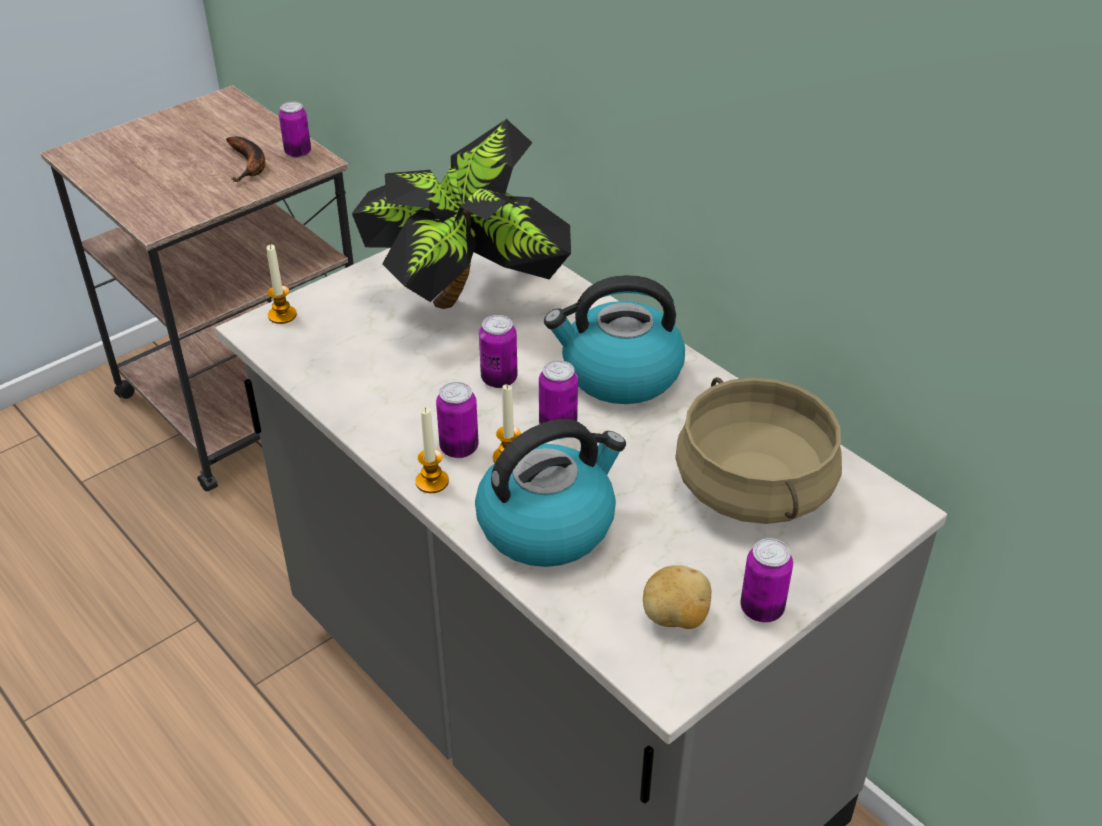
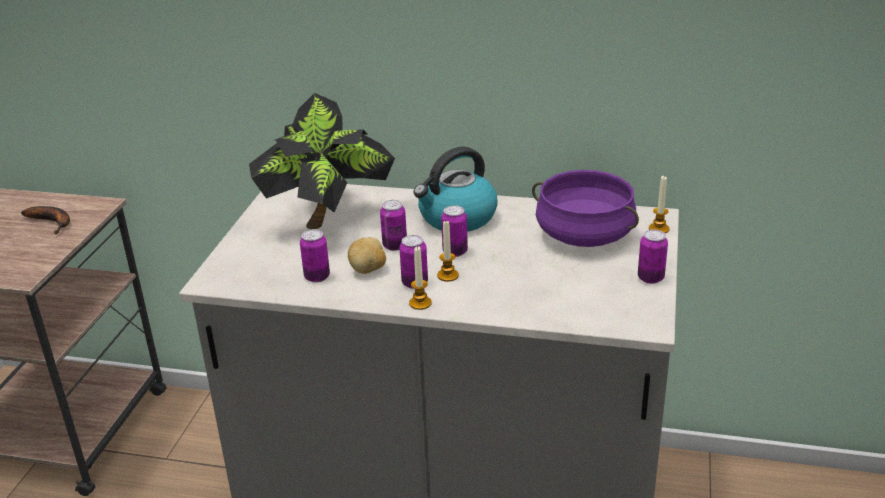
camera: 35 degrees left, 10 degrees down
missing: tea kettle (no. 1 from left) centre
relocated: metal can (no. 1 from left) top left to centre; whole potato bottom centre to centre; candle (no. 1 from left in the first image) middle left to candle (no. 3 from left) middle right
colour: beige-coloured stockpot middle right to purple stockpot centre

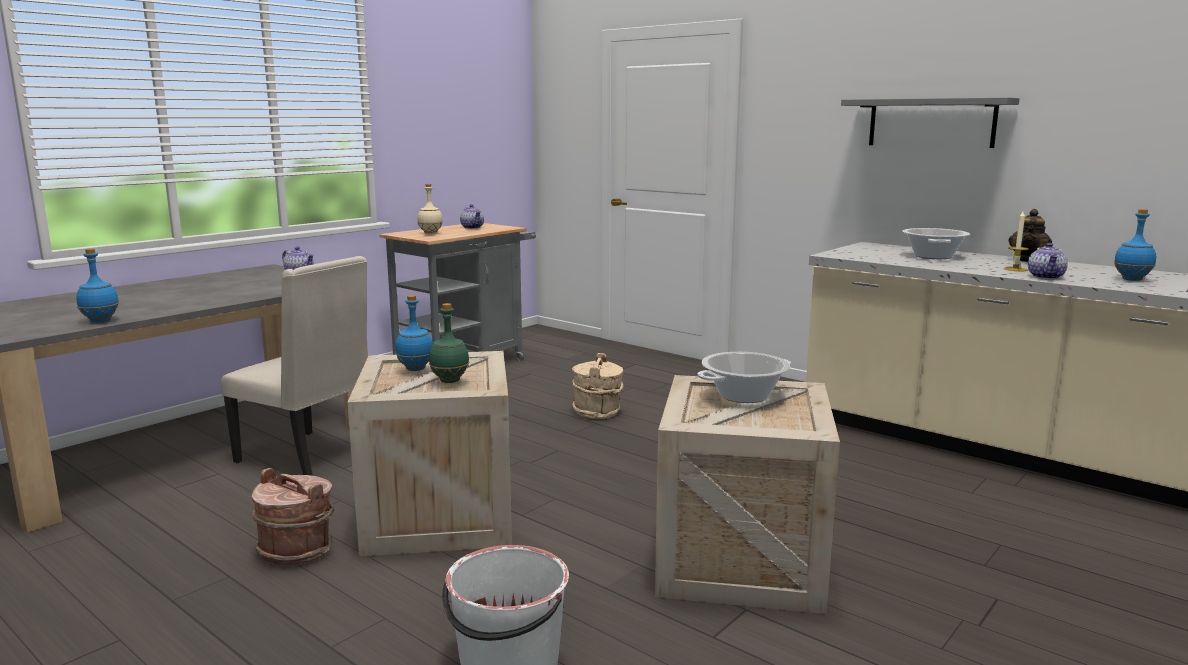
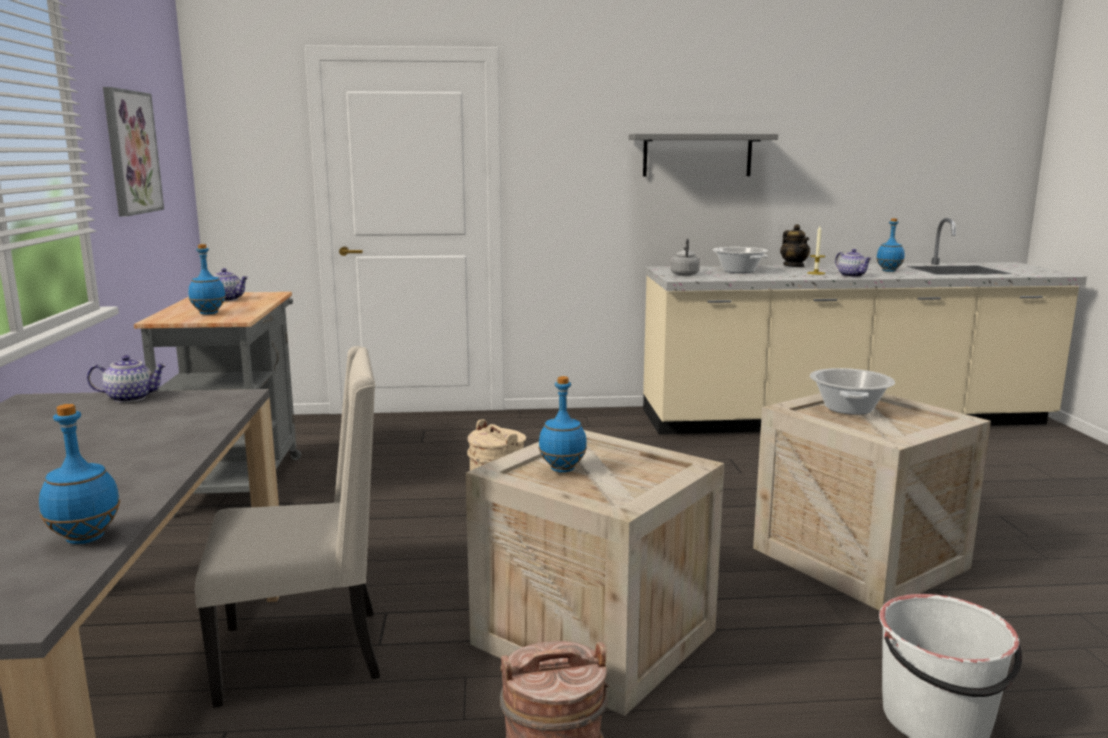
camera: 45 degrees left, 0 degrees up
missing: green-coloured drink bottle centre
appeared: wall picture top left; gray tea kettle centre
colour: beige-coloured drink bottle top centre to bluish drink bottle (no. 2 from left) middle left

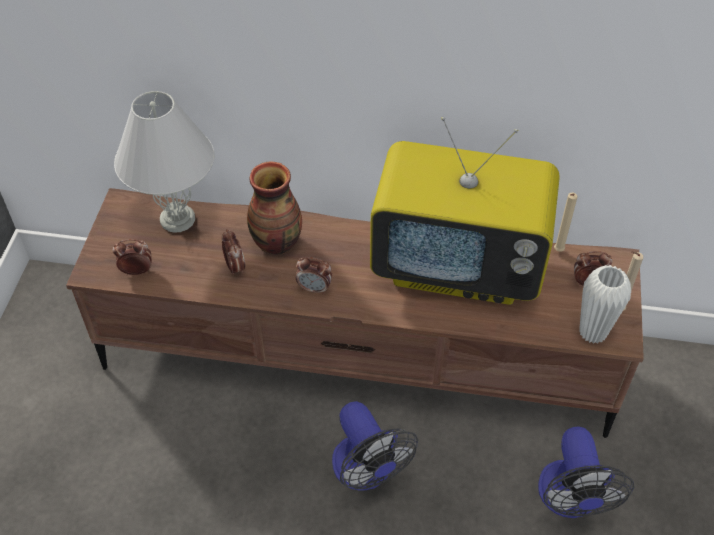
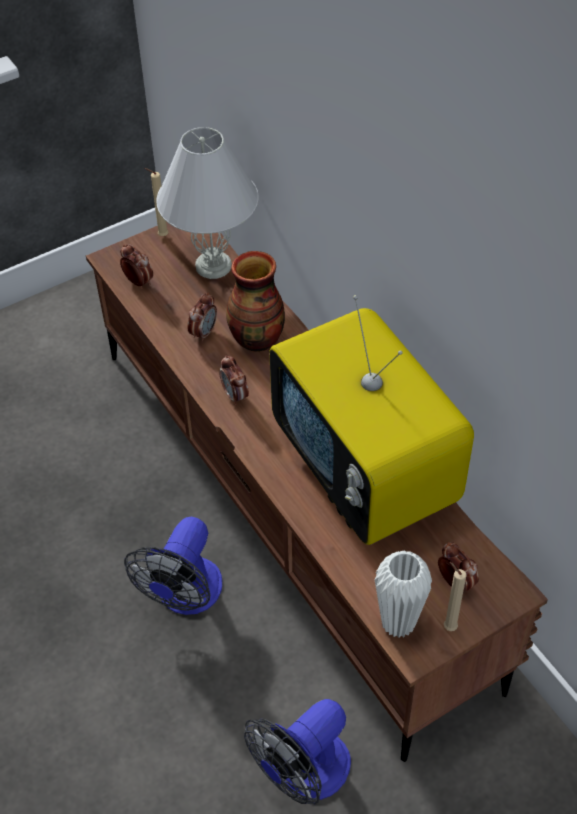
camera: 50 degrees right, 0 degrees up
relocated: beige-coloured candle (no. 1 from left) middle right to top left

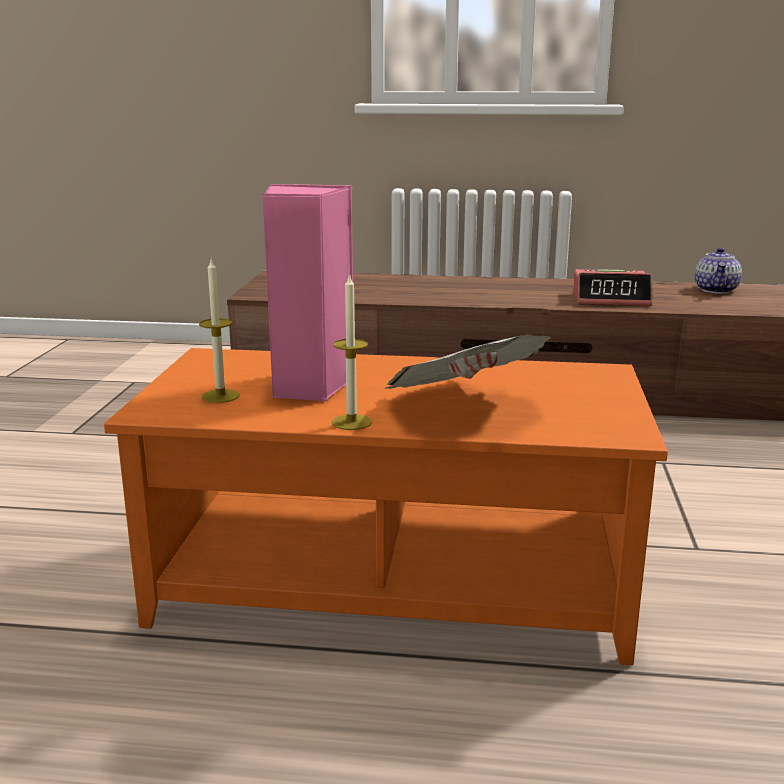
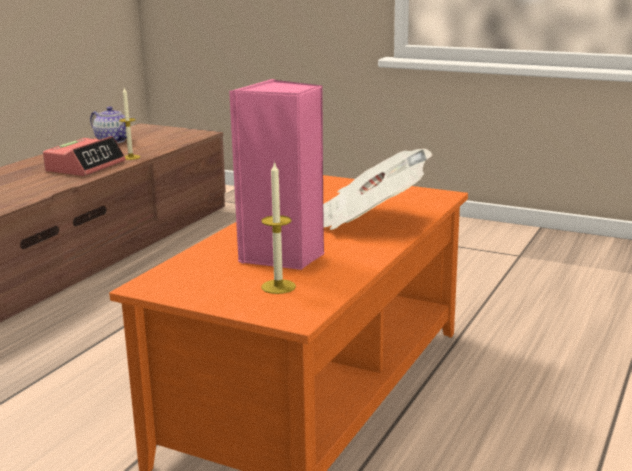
camera: 70 degrees left, 0 degrees up
relocated: candle (no. 2 from left in the first image) centre to candle (no. 1 from left) top left

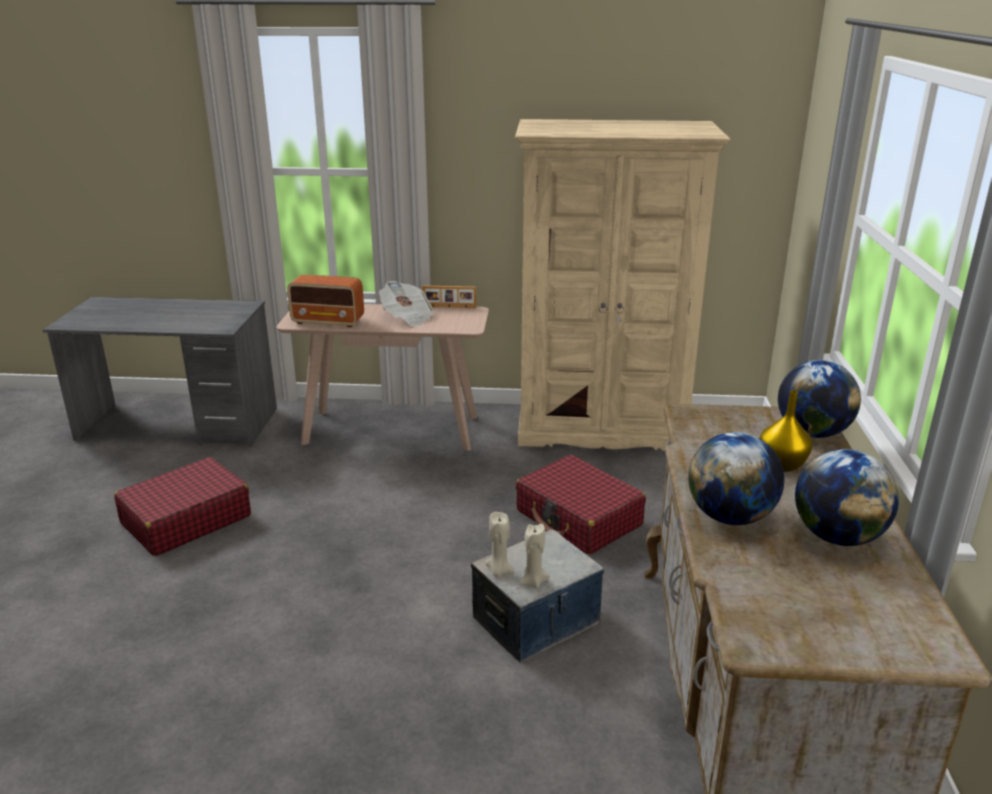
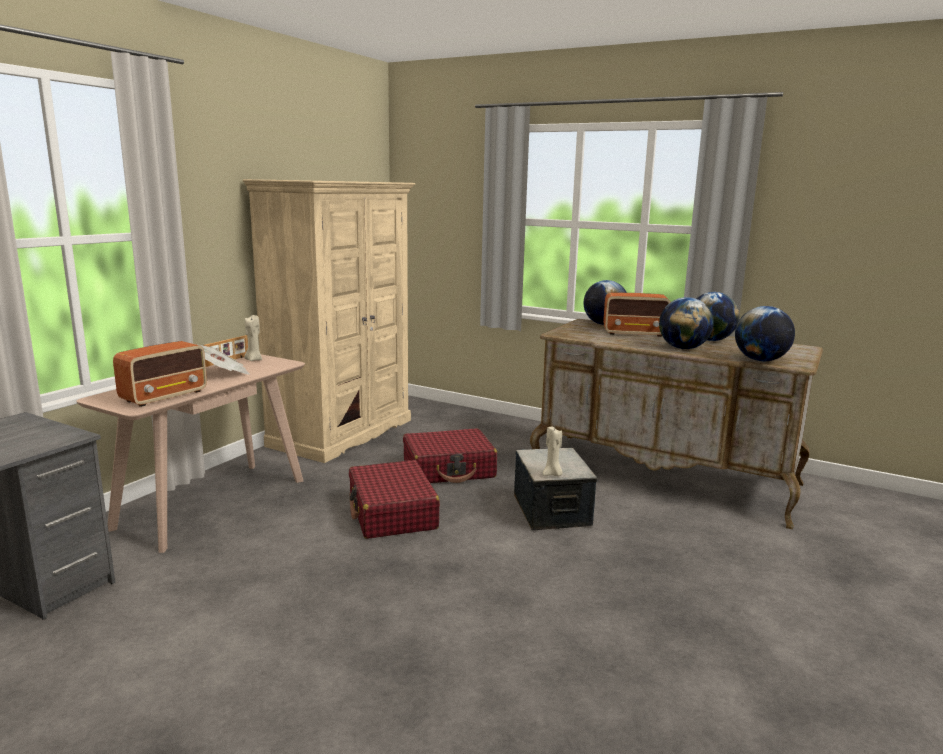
camera: 65 degrees left, 10 degrees down
appeared: world globe (no. 4 from left) middle right
relocated: beige-coloured candle (no. 2 from left in the first image) bottom centre to beige-coloured candle (no. 1 from left) middle left; red-coloured suitcase (no. 1 from left) middle left to centre
exchanged: yellow-coloured flower vase middle right to radio (no. 2 from left) middle right

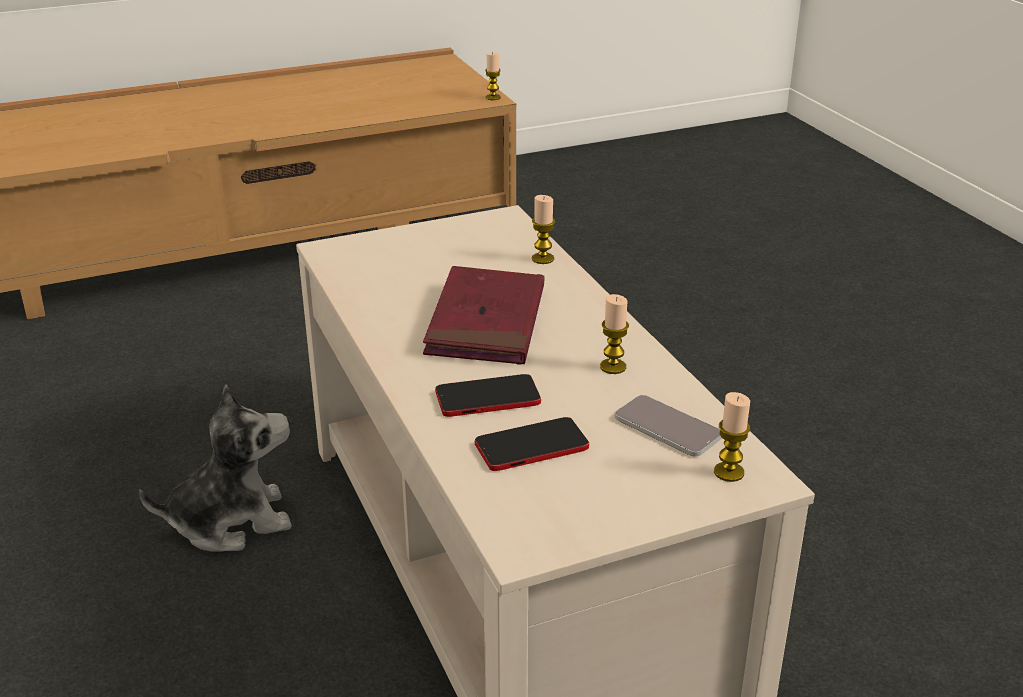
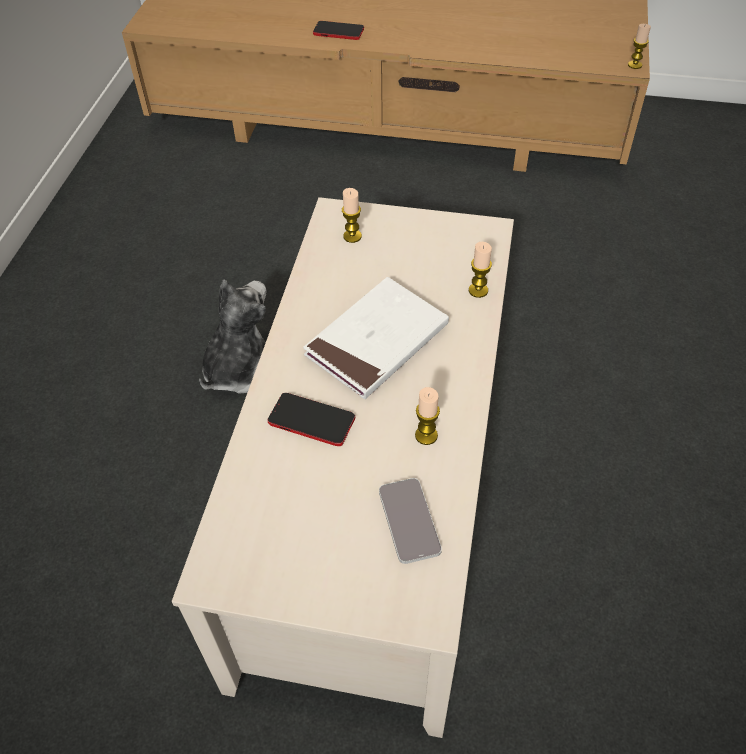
camera: 35 degrees right, 20 degrees up
relocated: phone (no. 2 from left) centre to top centre; candle (no. 4 from left in the first image) middle right to candle (no. 1 from left) top centre
colour: red-coloured volume centre to whitish volume centre
spun: plush toy bottom left = middle left 75 degrees counterclockwise

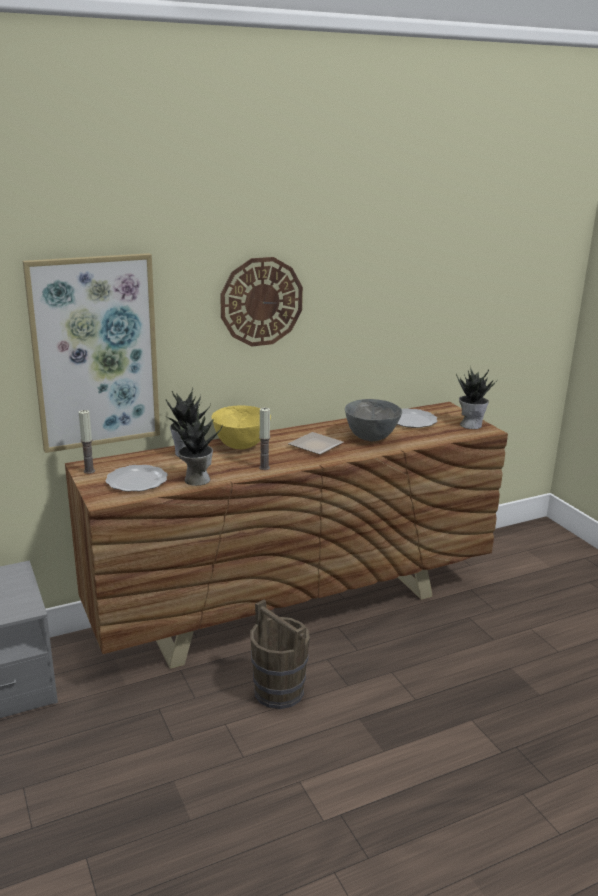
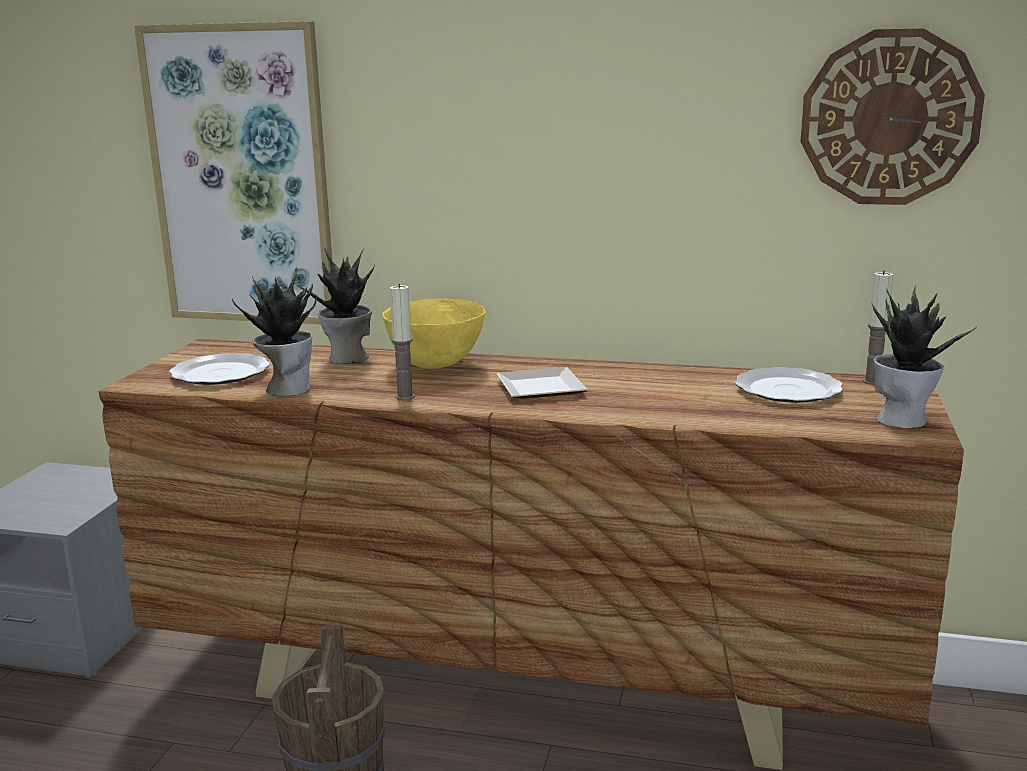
camera: 40 degrees right, 5 degrees down
missing: gray serving bowl centre
relocated: clock on the wall centre to top right; candle (no. 1 from left in the first image) middle left to candle (no. 2 from left) middle right

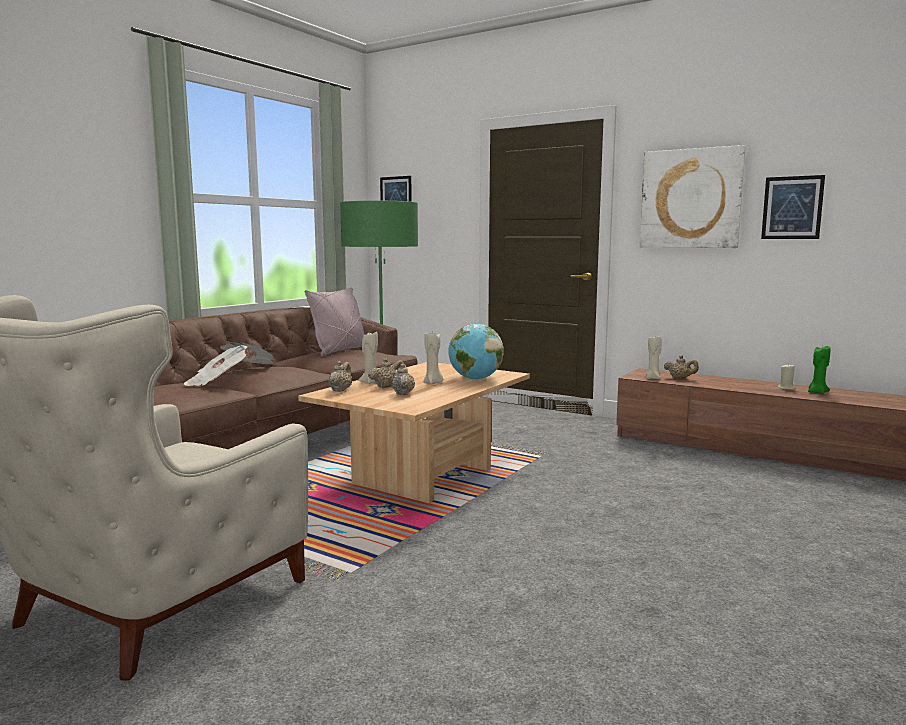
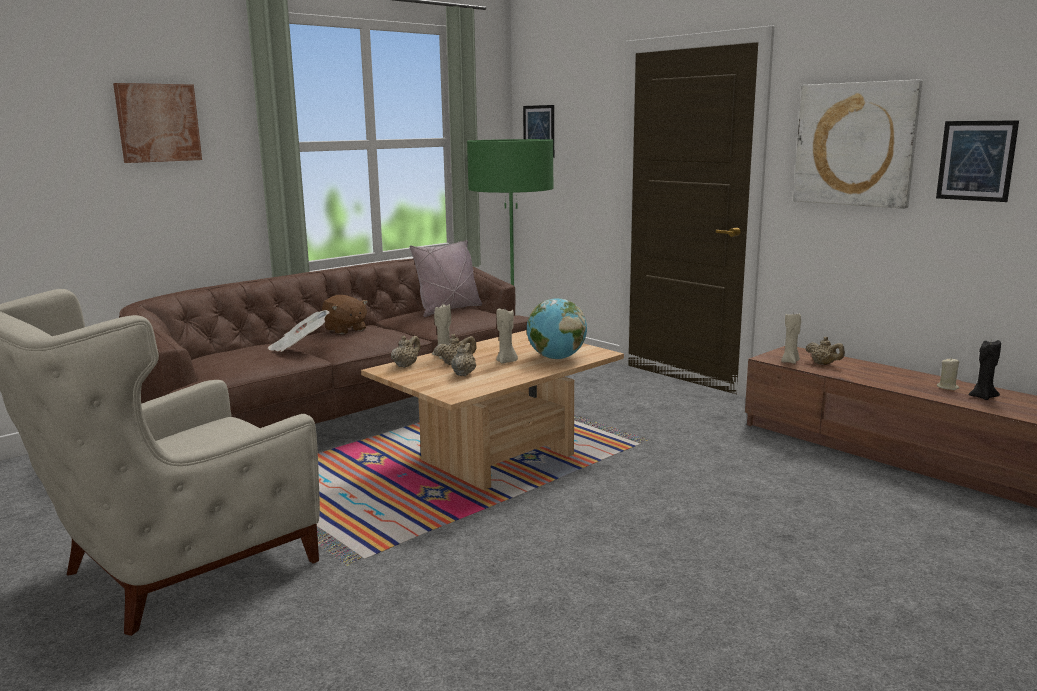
camera: 15 degrees right, 5 degrees up
appeared: wall picture (no. 1 from left) top left
exchanged: daily paper (no. 2 from left) middle left to brownish plush toy middle left
colour: green-coloured candle middle right to black candle middle right

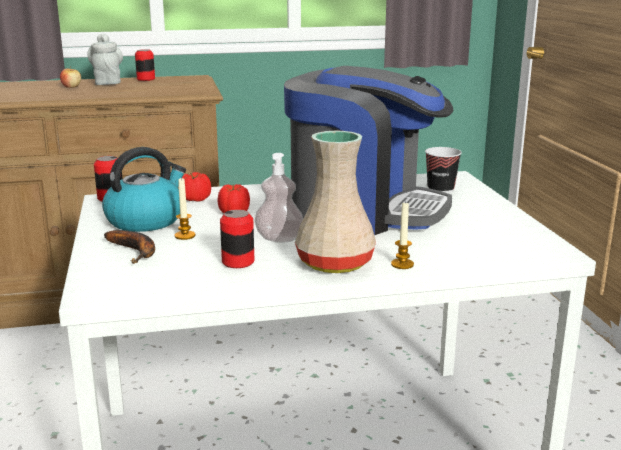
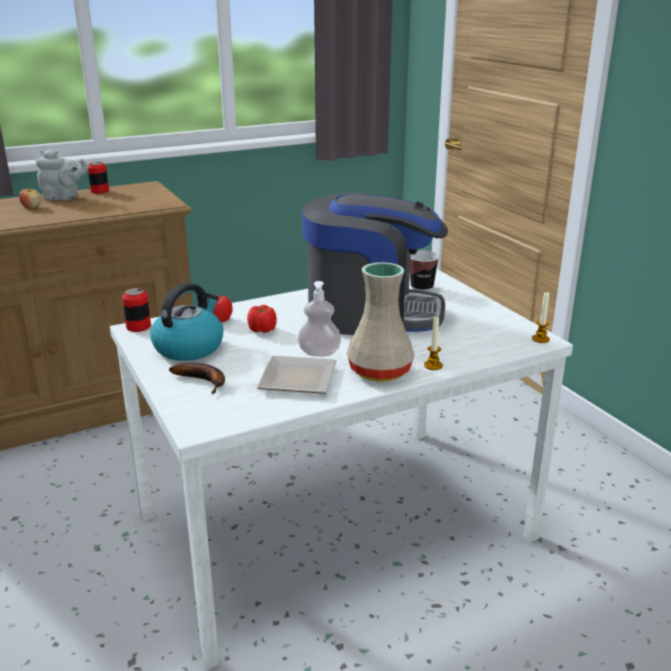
camera: 15 degrees left, 5 degrees up
relocated: candle (no. 1 from left in the first image) middle left to candle (no. 2 from left) middle right
exchanged: metal can (no. 3 from left) centre to flat dish centre
spun: gray pot for tea top left = top left 120 degrees clockwise

